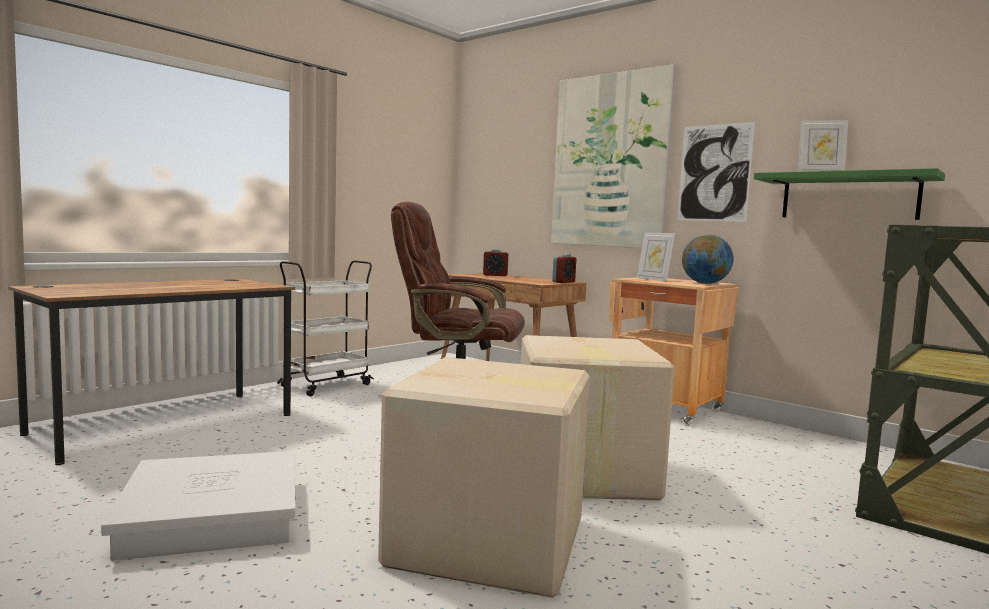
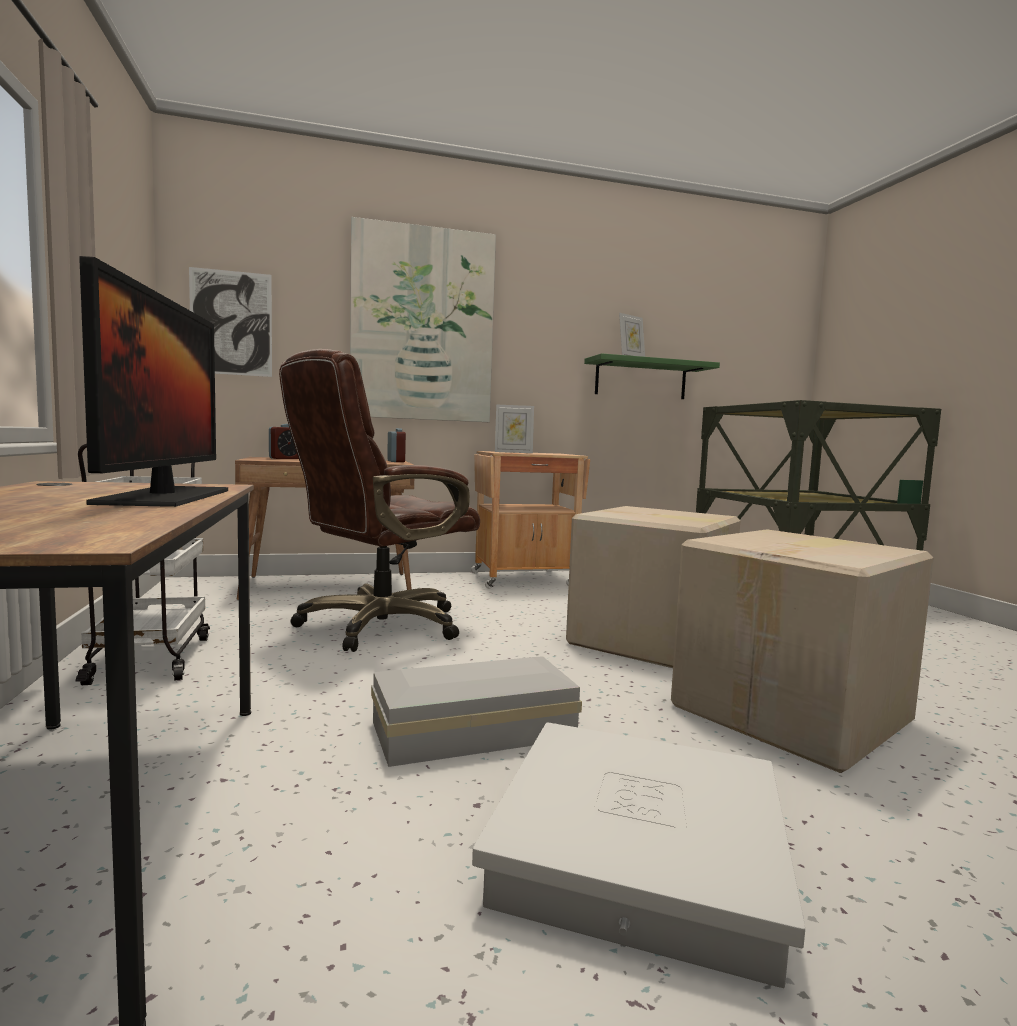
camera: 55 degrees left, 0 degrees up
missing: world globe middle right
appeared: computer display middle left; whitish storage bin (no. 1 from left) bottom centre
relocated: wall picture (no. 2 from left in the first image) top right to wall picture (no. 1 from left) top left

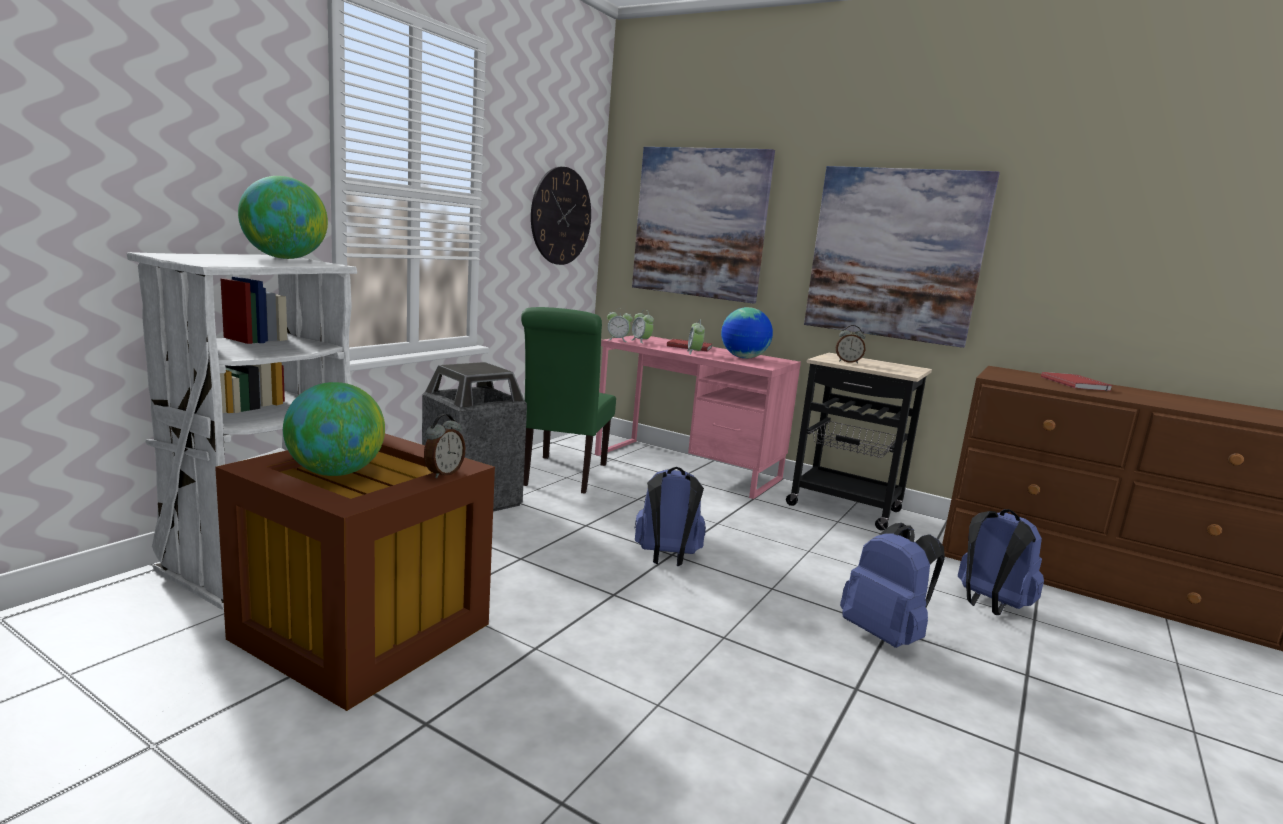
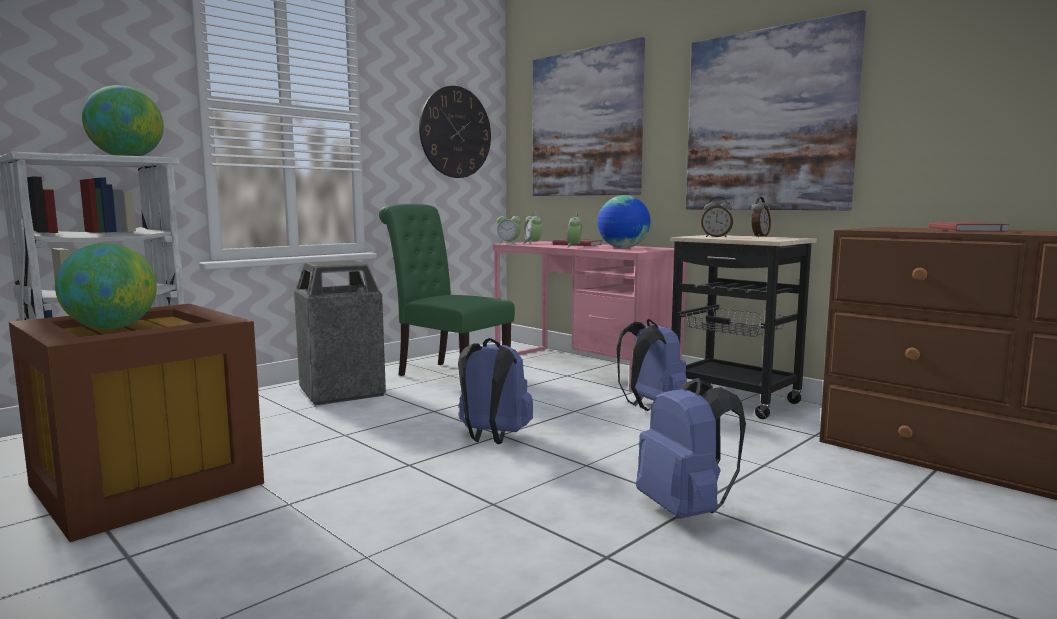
camera: 15 degrees right, 5 degrees down
relocated: bluish rucksack (no. 3 from left in the first image) bottom right to bluish rucksack (no. 2 from left) centre; table clock (no. 1 from left in the first image) centre to table clock (no. 5 from left) middle right
spun: green-coloured plain chair centre = centre 105 degrees clockwise

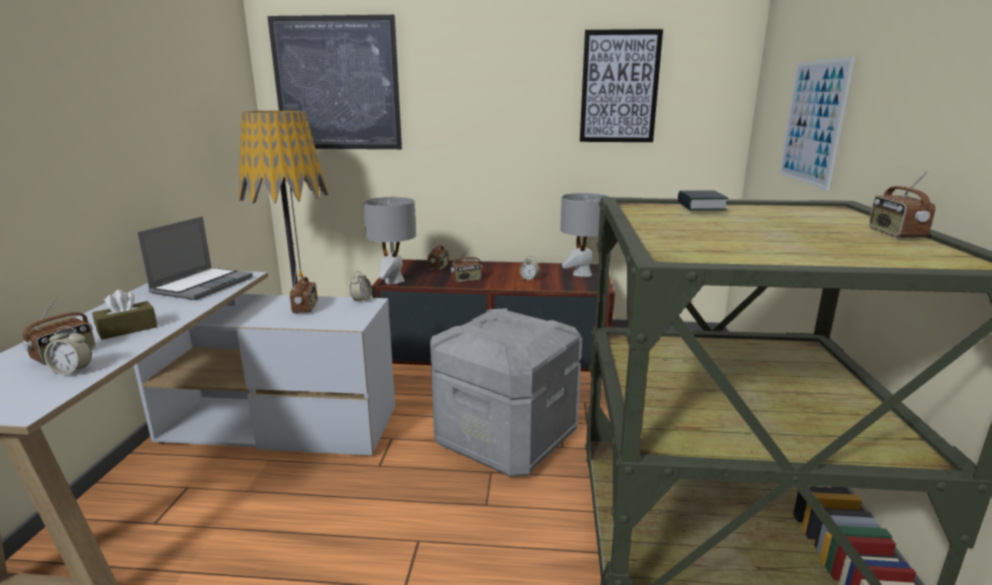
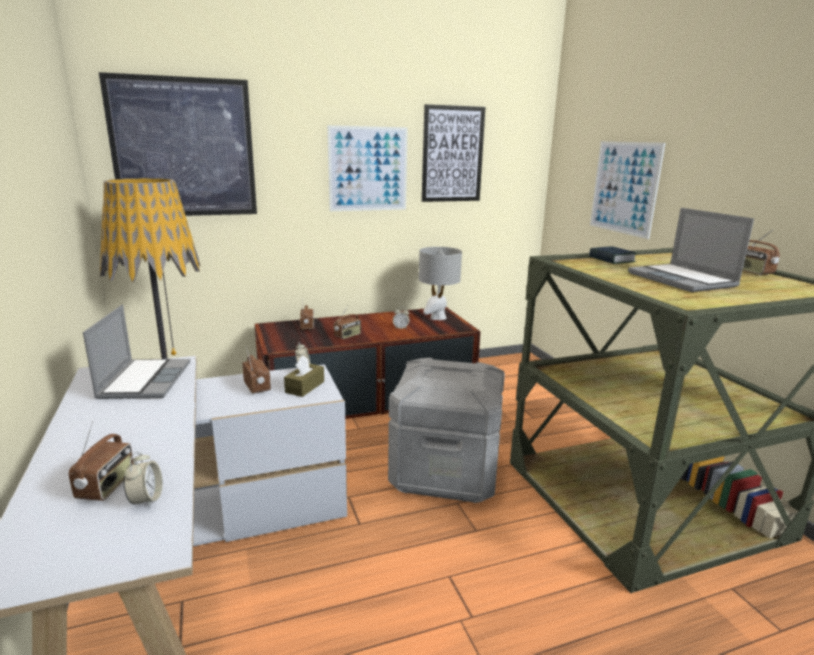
camera: 25 degrees left, 0 degrees up
missing: gray table lamp (no. 1 from left) centre
appeared: wall picture (no. 2 from left) top centre; laptop (no. 2 from left) middle right
relocated: brownish box of tissues middle left to centre
spun: table clock (no. 1 from left) middle left = bottom left 75 degrees counterclockwise

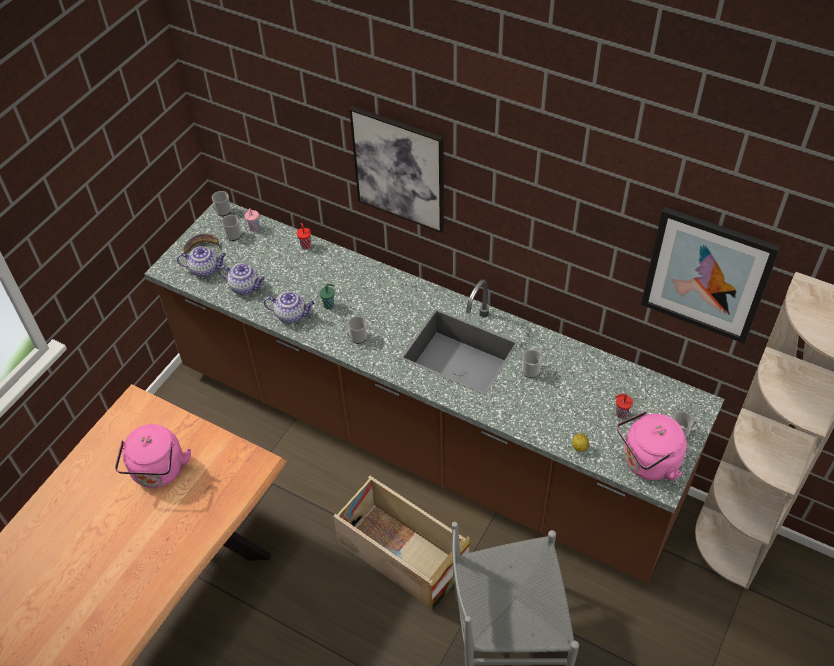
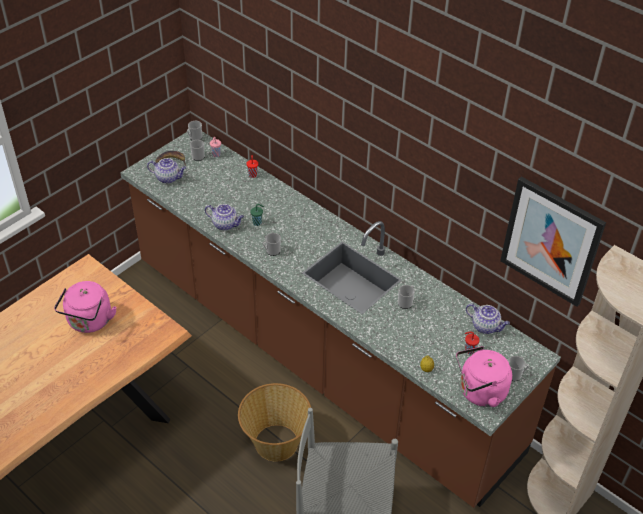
camera: 10 degrees right, 5 degrees down
missing: wall picture (no. 1 from left) top centre
relocated: pot for tea (no. 2 from left in the first image) middle left to pot for tea (no. 3 from left) middle right
exchanged: crate bottom centre to basket bottom centre

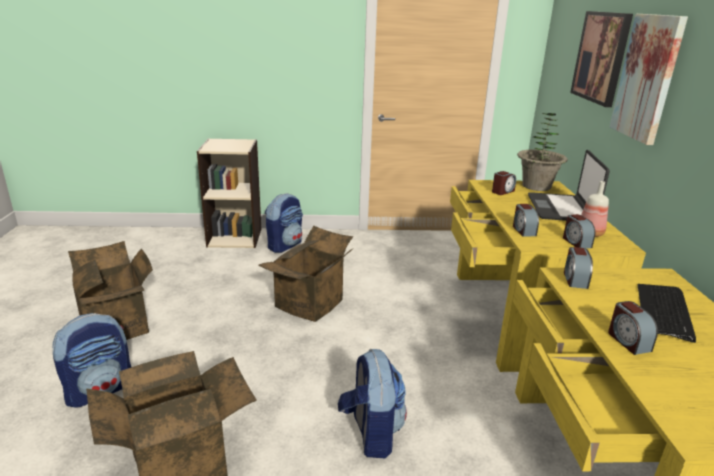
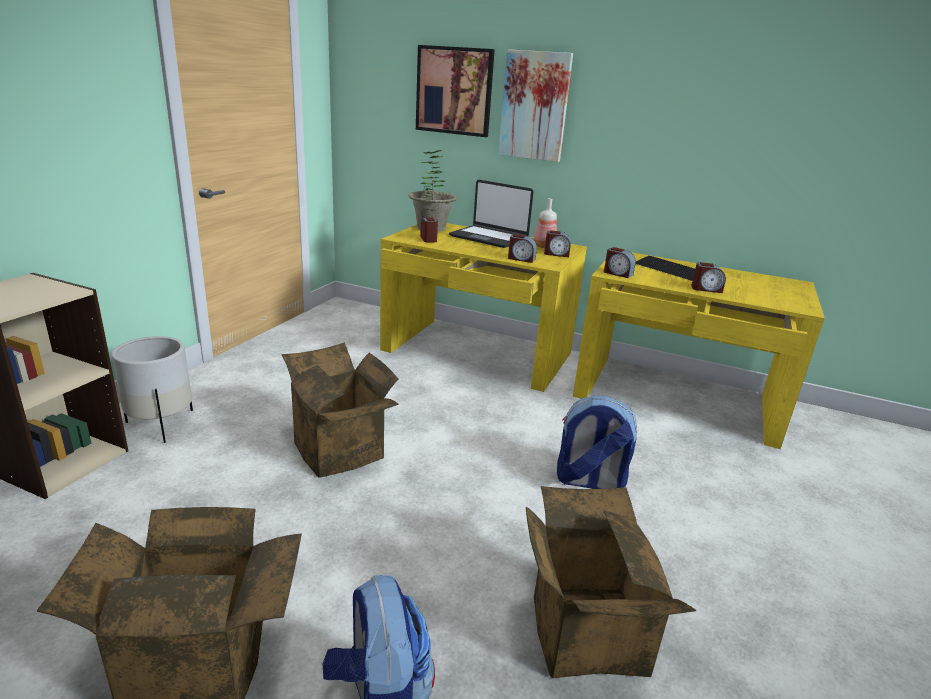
camera: 65 degrees left, 0 degrees up
exchanged: rucksack (no. 2 from left) centre to whitish flower pot middle left

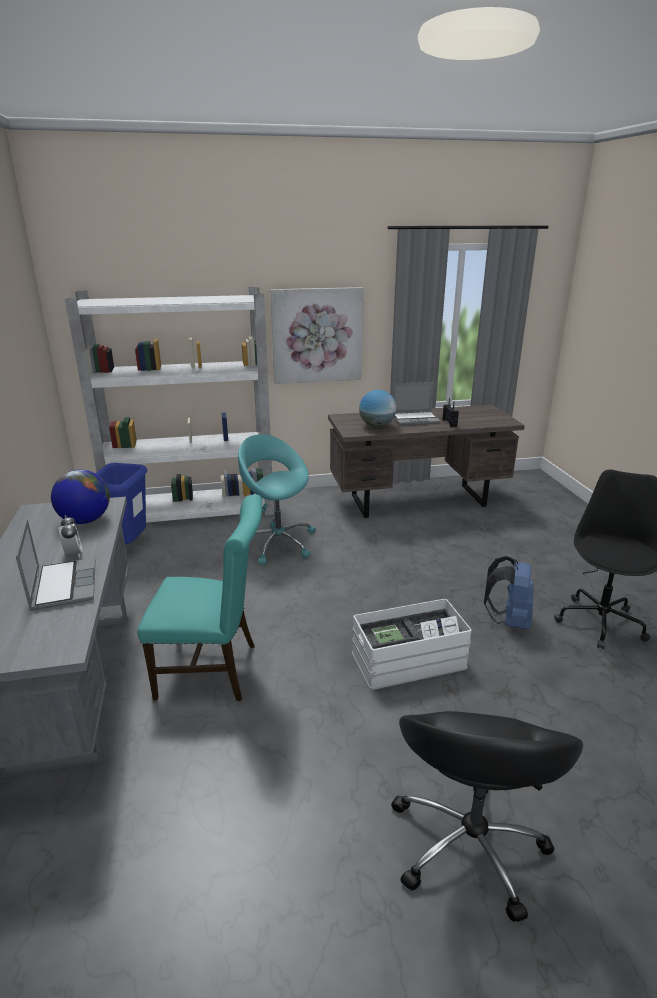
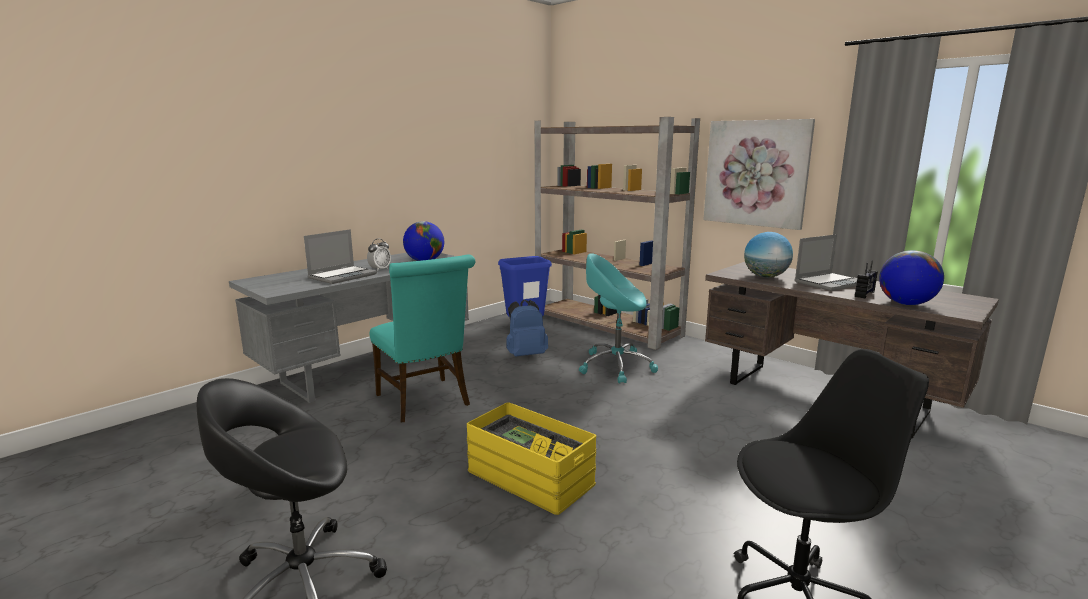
camera: 55 degrees right, 10 degrees down
appeared: world globe (no. 3 from left) middle right
relocated: bluish rucksack middle right to centre
colour: whitish storage bin centre to yellow-coloured storage bin bottom centre; whitish bookshelf middle left to brownish bookshelf centre
spun: blue-green desk chair centre = centre 75 degrees counterclockwise; laptop (no. 2 from left) centre = middle right 75 degrees counterclockwise

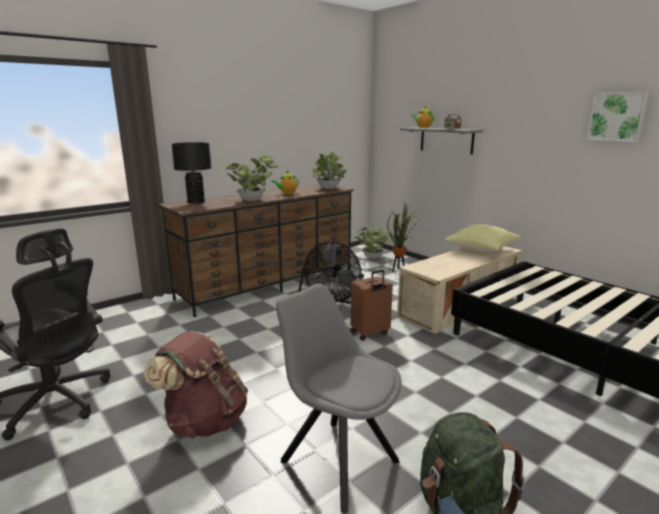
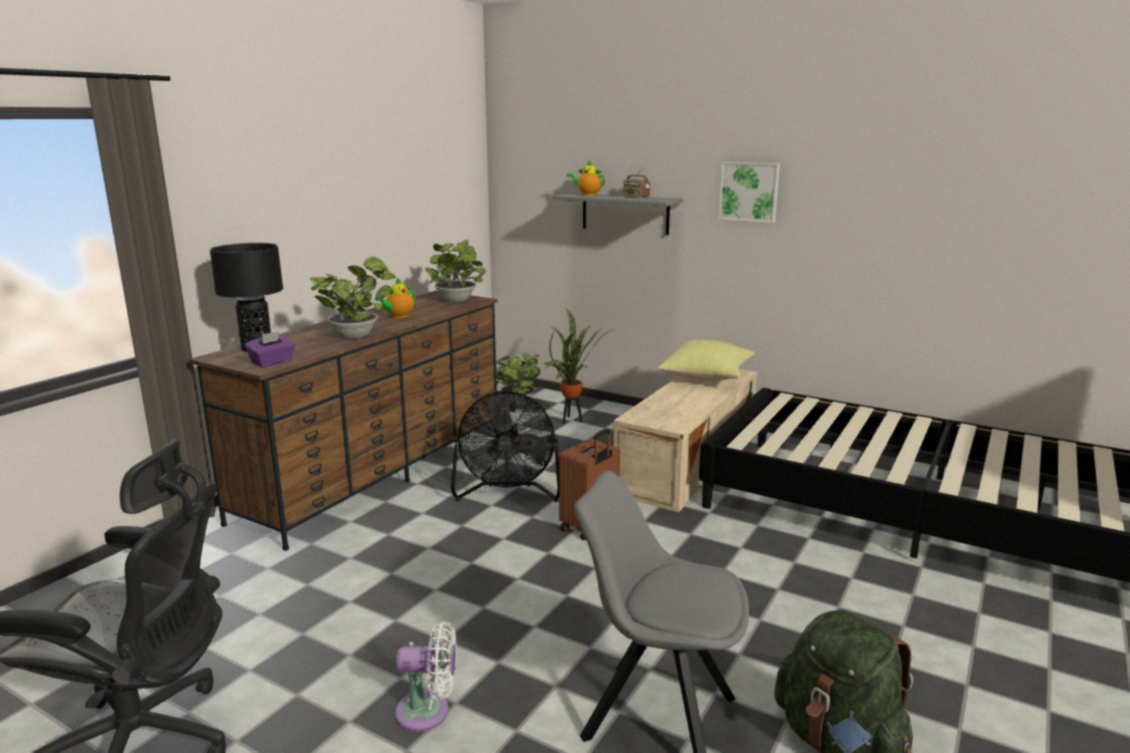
camera: 20 degrees left, 0 degrees up
appeared: purple box of tissues middle left
relocated: wall picture top right to top centre
exchanged: brownish rucksack bottom left to whitish fan bottom centre

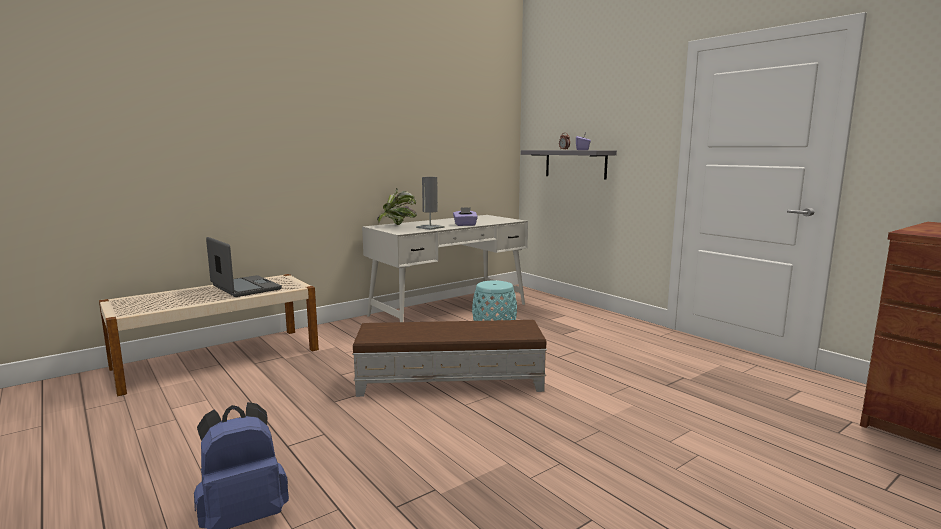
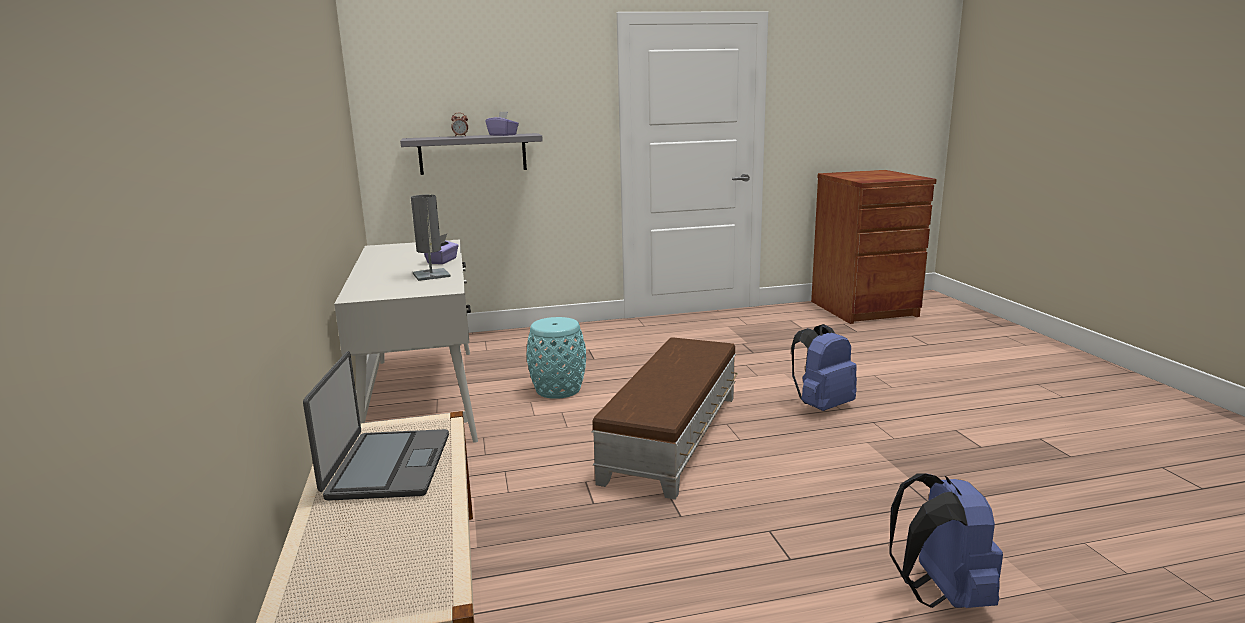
camera: 65 degrees left, 5 degrees up
missing: houseplant centre
appeared: bluish rucksack (no. 1 from left) centre
spun: laptop middle left = bottom left 105 degrees clockwise

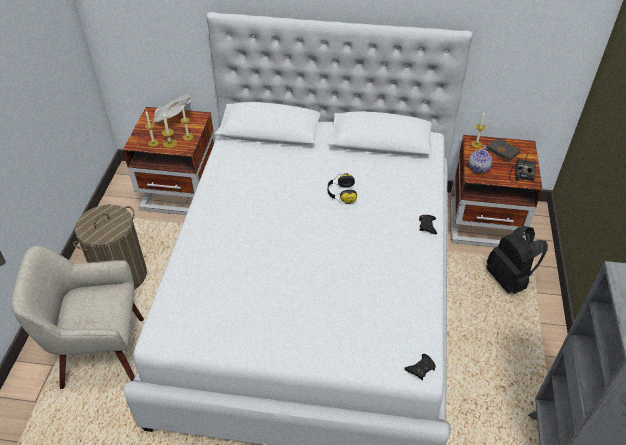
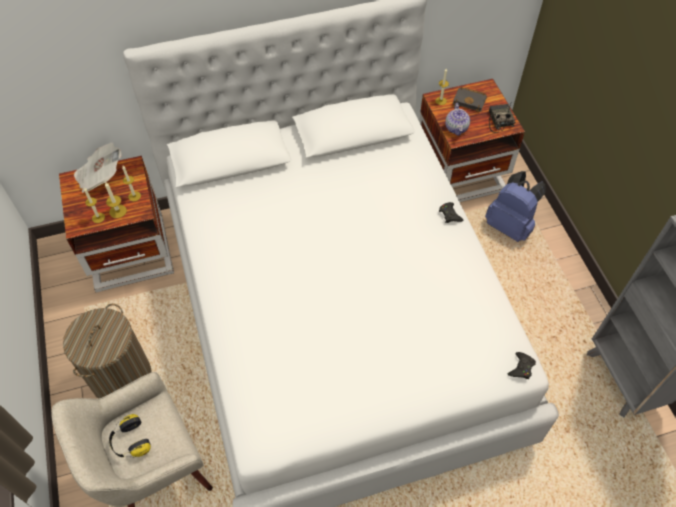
camera: 25 degrees left, 10 degrees up
relocated: pair of headphones centre to bottom left
colour: black rucksack middle right to bluish rucksack middle right

